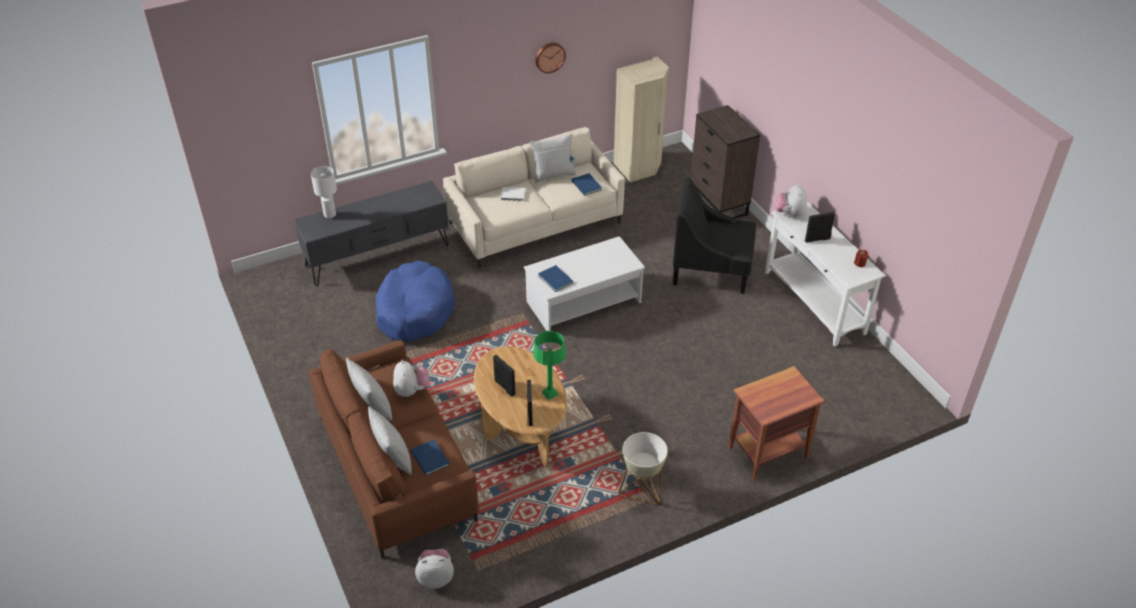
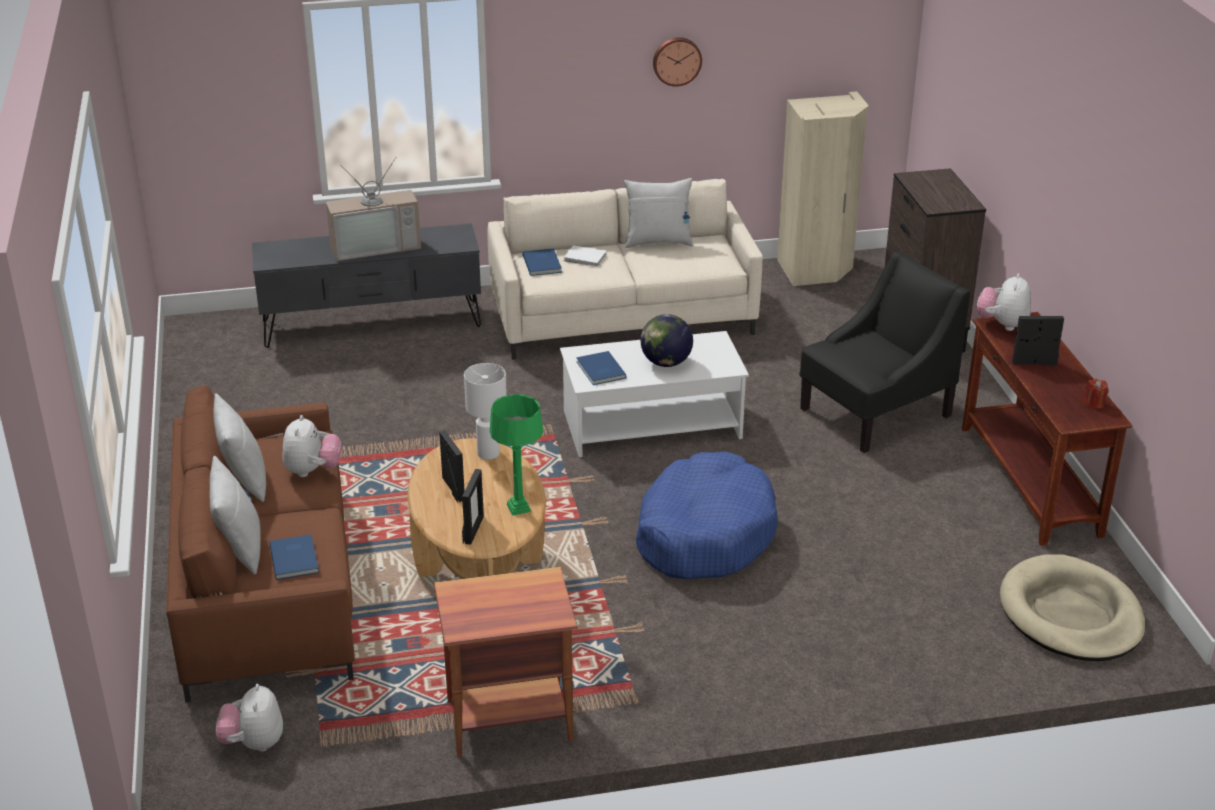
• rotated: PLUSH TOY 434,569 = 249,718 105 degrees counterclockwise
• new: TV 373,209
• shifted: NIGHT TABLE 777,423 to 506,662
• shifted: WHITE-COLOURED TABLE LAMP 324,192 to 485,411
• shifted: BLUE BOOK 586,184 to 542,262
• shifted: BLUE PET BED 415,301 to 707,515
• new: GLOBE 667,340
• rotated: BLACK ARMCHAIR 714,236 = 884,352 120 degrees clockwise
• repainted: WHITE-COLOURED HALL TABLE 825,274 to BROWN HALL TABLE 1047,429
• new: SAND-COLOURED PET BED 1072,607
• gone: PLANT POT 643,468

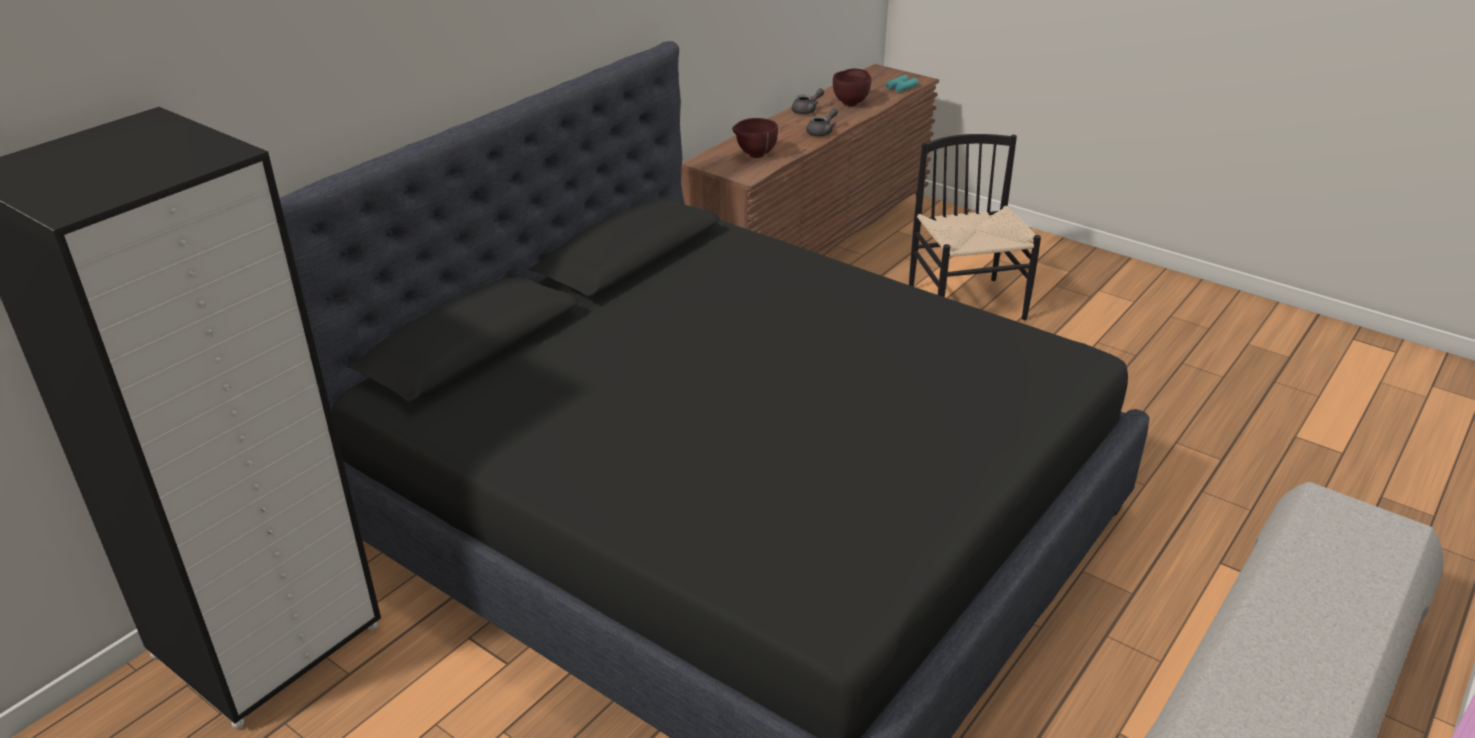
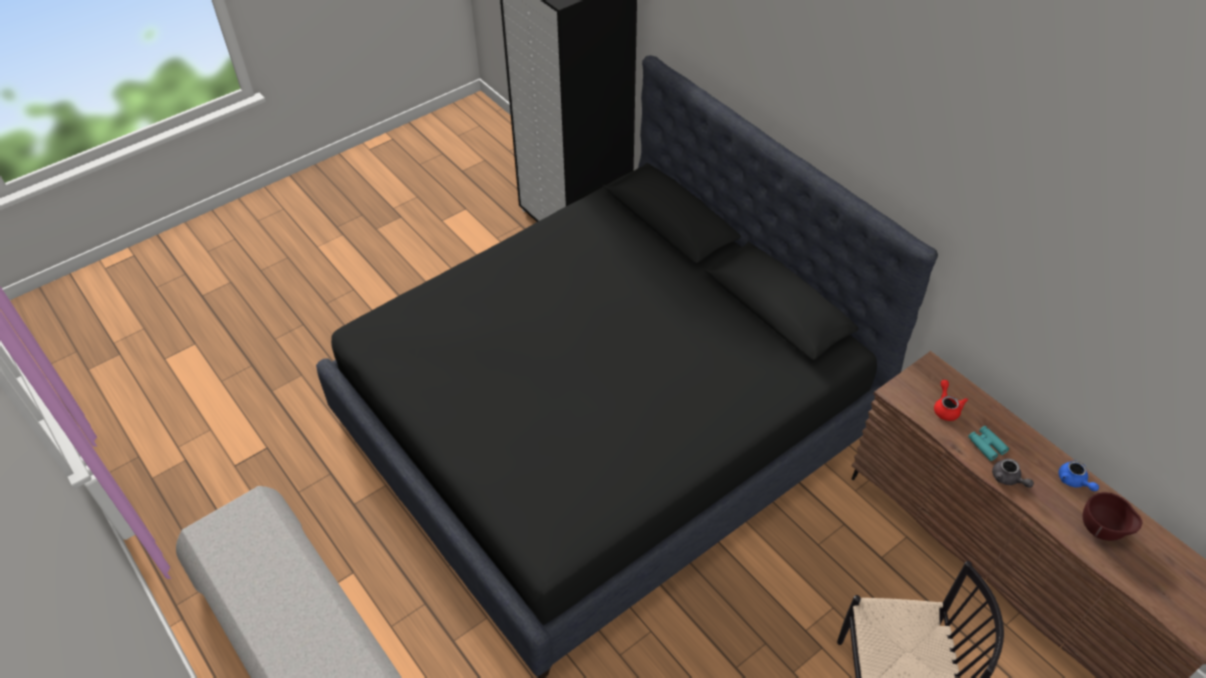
• swapped: BROWN SERVING BOWL 755,138 to RED-COLOURED TEA POT 951,400
• shifted: TURQUOISE FIELD GLASSES 902,83 to 988,443
• repainted: GRAY TEA POT 808,101 to BLUE TEA POT 1079,475

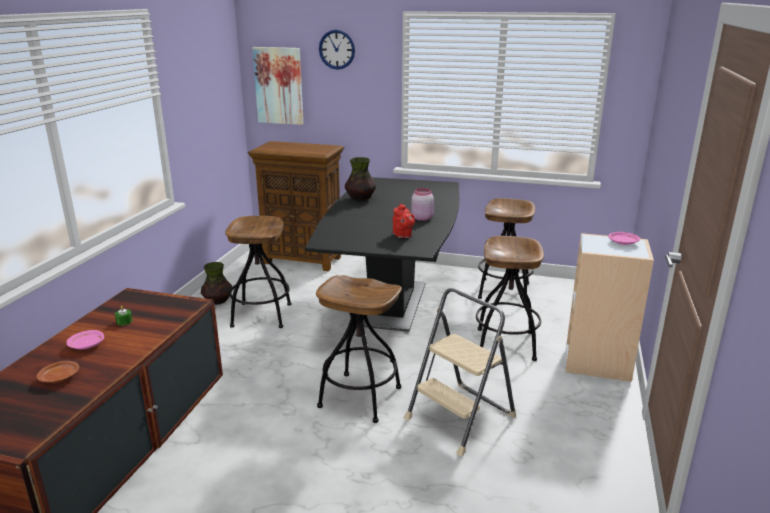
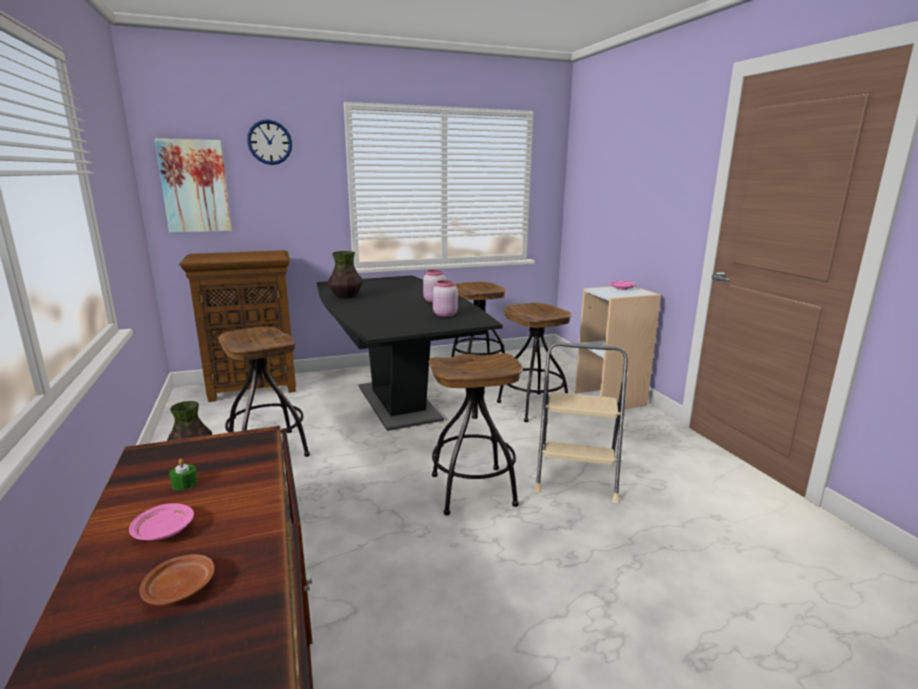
• swapped: RED-COLOURED TEA POT 404,220 to PINKISH PRESERVE JAR 445,298

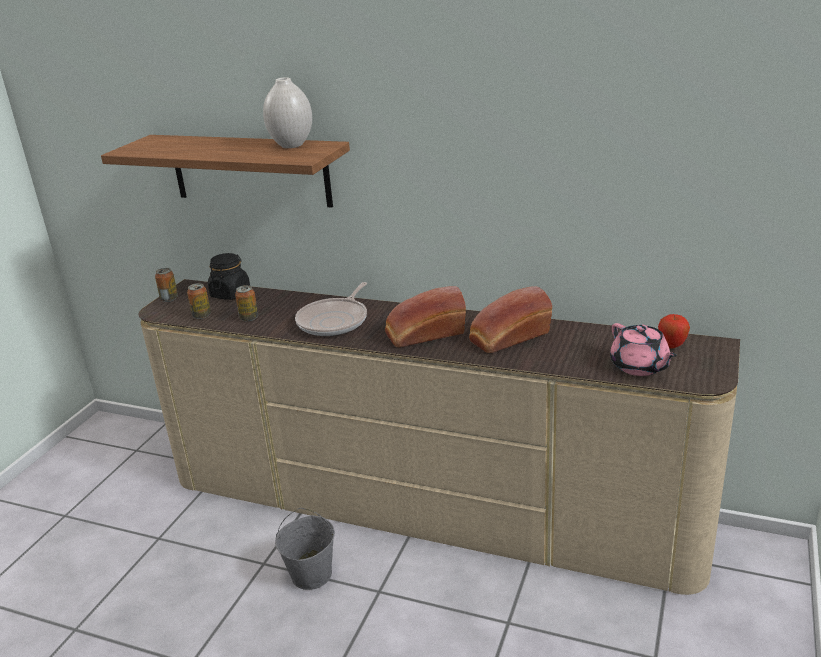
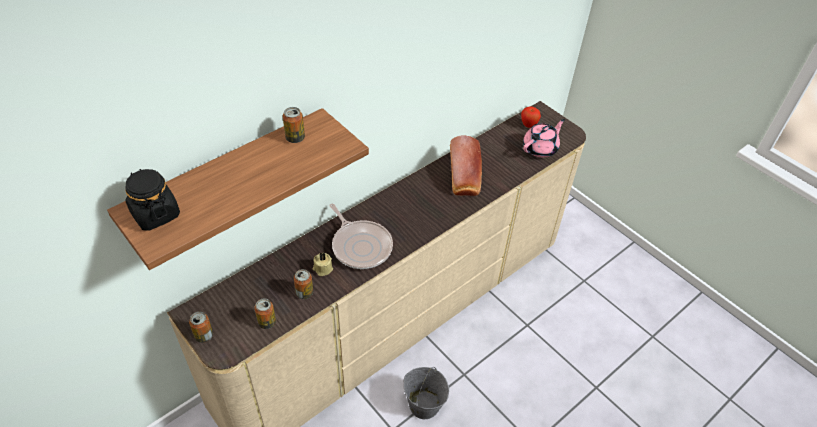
• shifted: BLACK PRESERVE JAR 229,276 to 152,200
• swapped: WHITE-COLOURED DECORATIVE VASE 287,112 to METAL CAN 294,125
• new: SAND-COLOURED WAX LIGHT 323,264
• rotated: PINKISH TEA POT 643,349 = 544,138 45 degrees counterclockwise
• gone: BAKERY BREAD 425,316

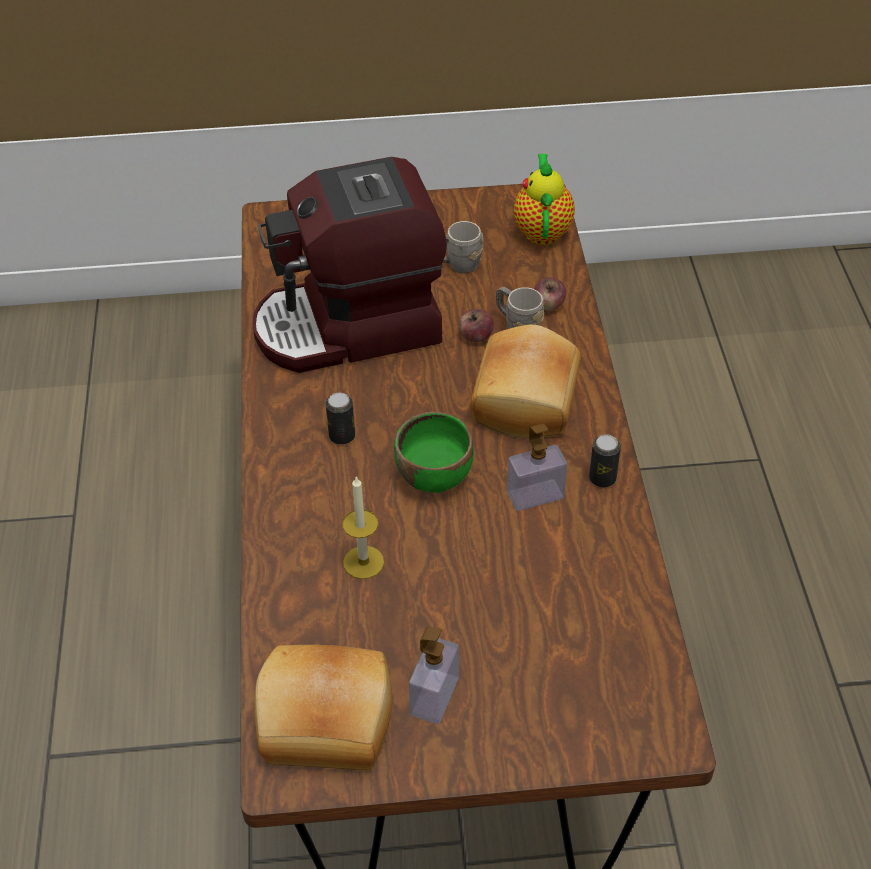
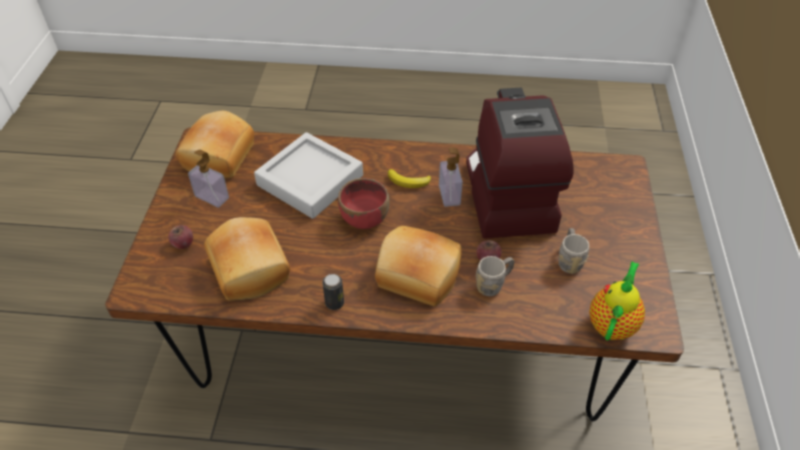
• shifted: APPLE 550,294 to 180,237
• new: BAKERY BREAD 247,259
• swapped: WAX LIGHT 363,527 to GRAY TRAY 308,175
• repainted: GREEN SERVING BOWL 434,452 to RED-COLOURED SERVING BOWL 363,203
• swapped: METAL CAN 340,419 to BANANA 409,178
• shifted: LIQUID SOAP BOTTLE 537,467 to 451,177
• rotated: TEA POT 544,199 = 617,301 75 degrees counterclockwise

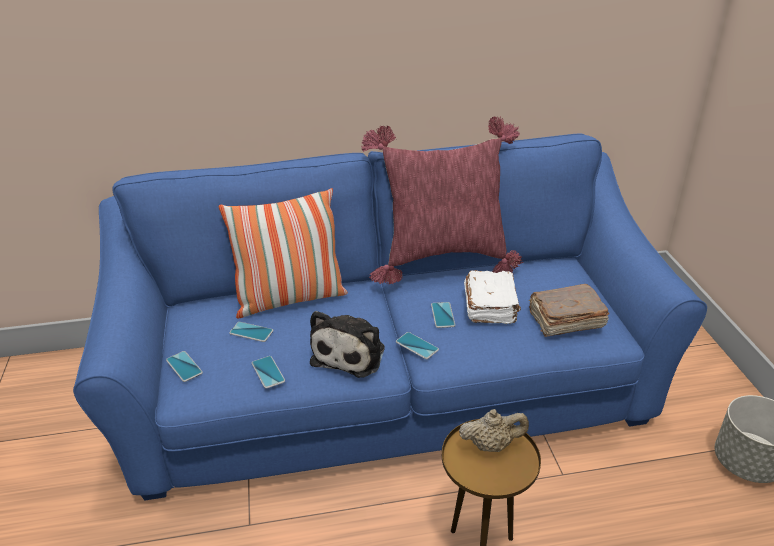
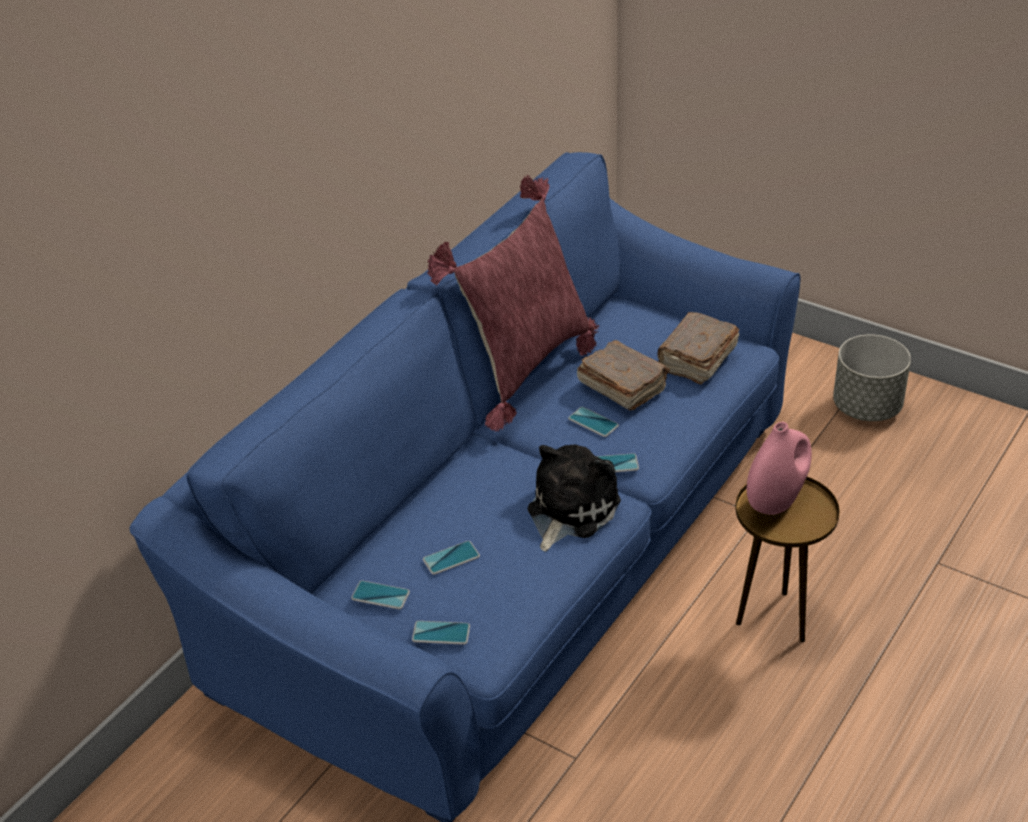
• shifted: PHONE 268,372 to 380,595
• rotated: PLUSH TOY 347,344 = 574,498 120 degrees counterclockwise
• repainted: WHITE-COLOURED BOOK 492,297 to BROWN BOOK 623,375
• swapped: SAND-COLOURED TEA POT 494,430 to PINKISH DECORATIVE VASE 779,468
• gone: PILLOW 283,253

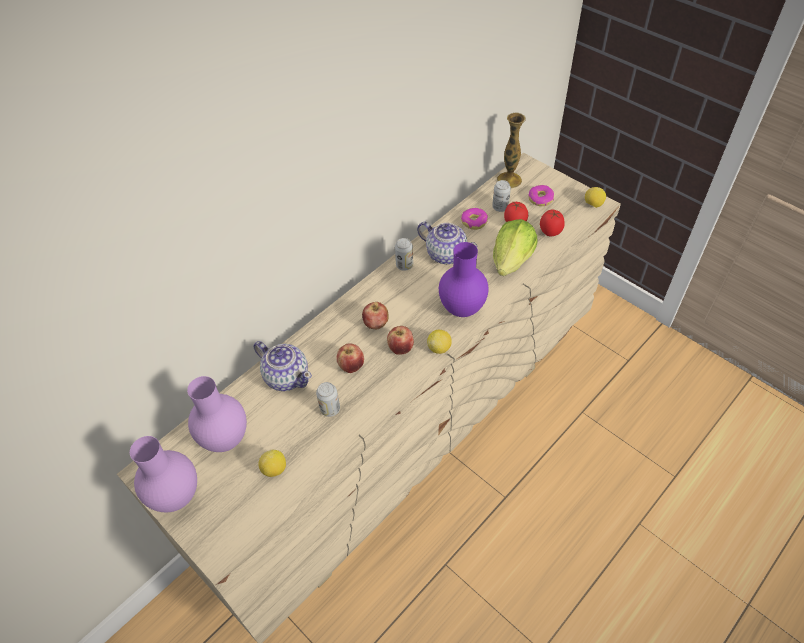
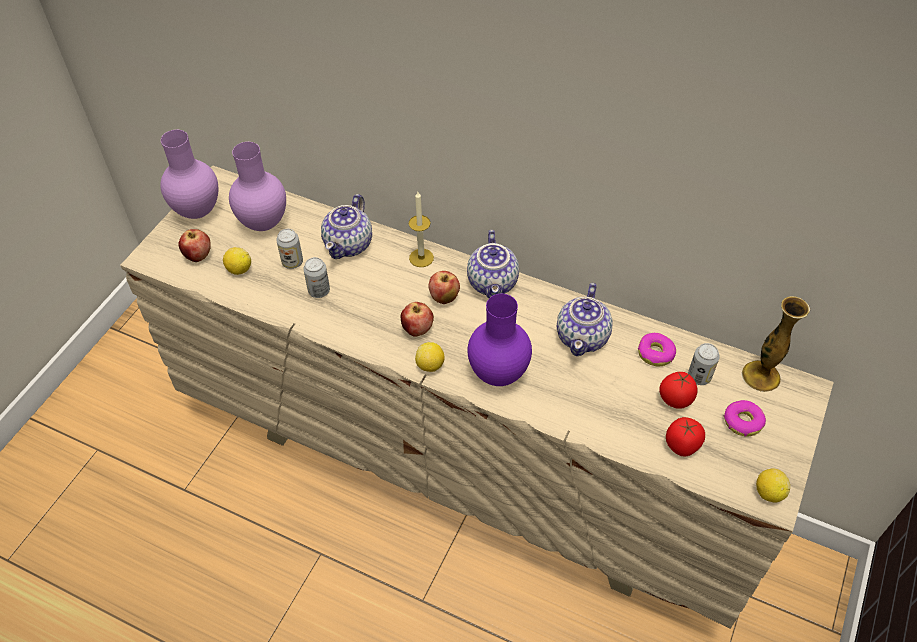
• shifted: APPLE 350,358 to 194,245
• shifted: METAL CAN 404,254 to 289,249
• new: WAX LIGHT 421,229
• new: TEA POT 493,264
• gone: LETTUCE 515,247

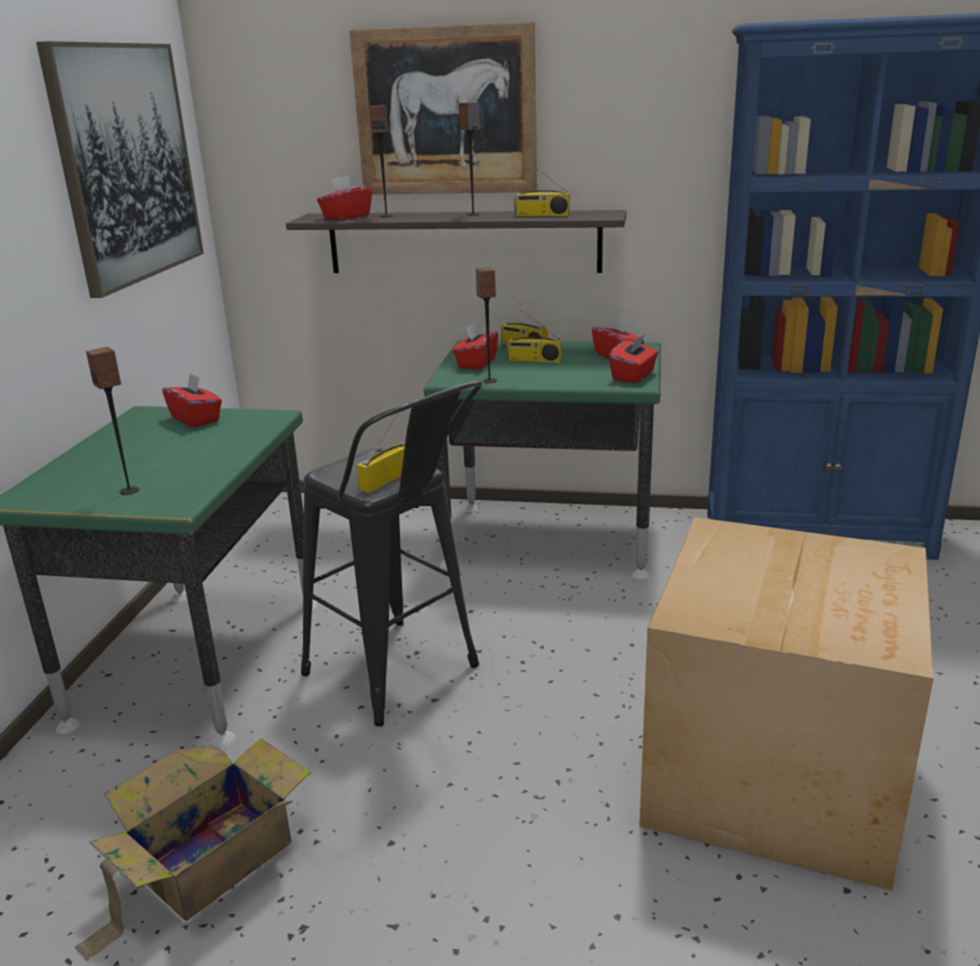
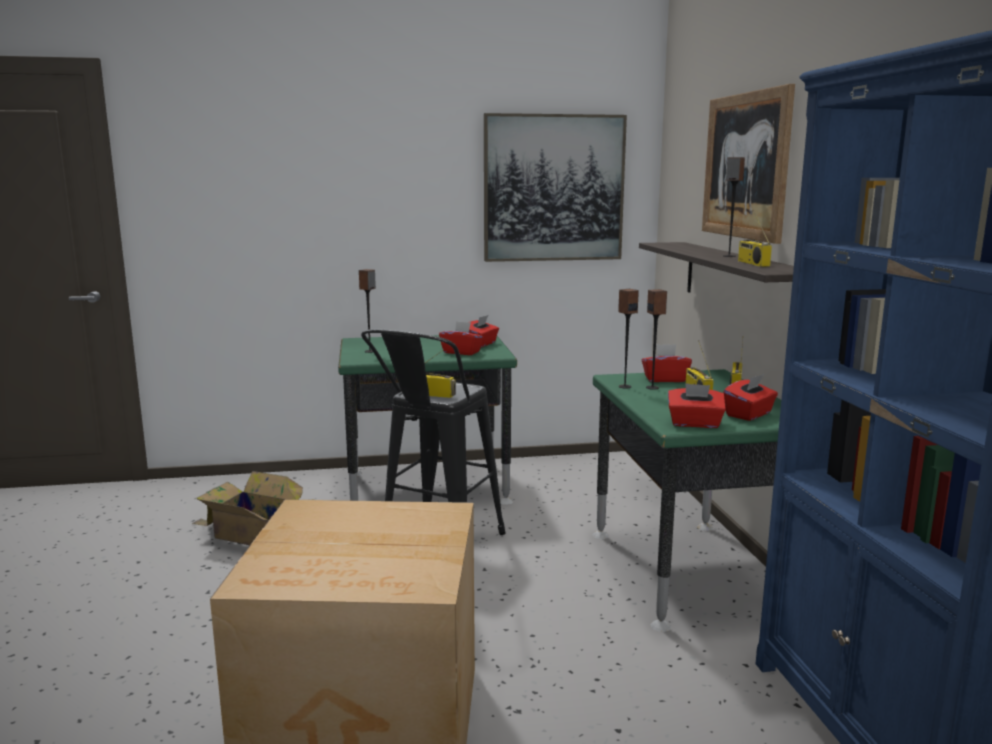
• shifted: RED-COLOURED TISSUE BOX 344,198 to 461,338
• shifted: LOUDSPEAKER 381,161 to 656,339

